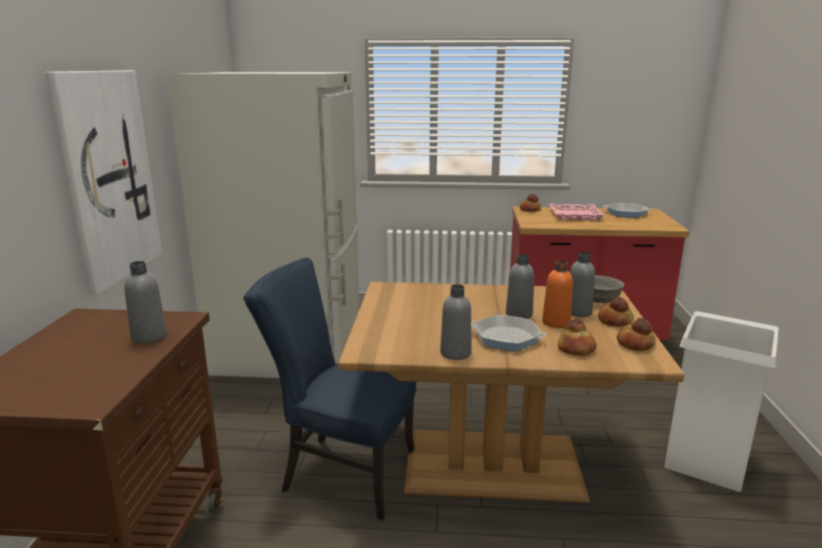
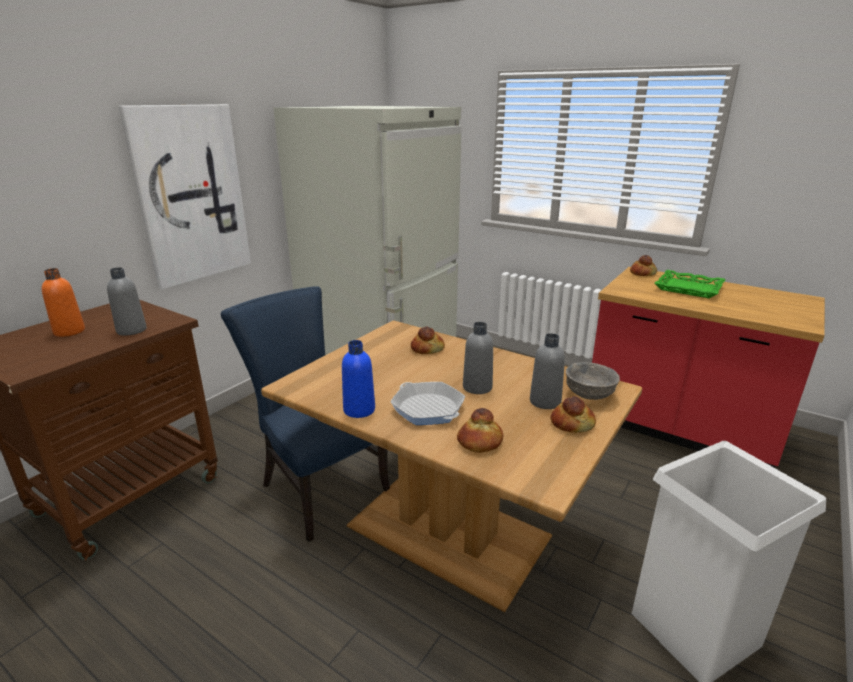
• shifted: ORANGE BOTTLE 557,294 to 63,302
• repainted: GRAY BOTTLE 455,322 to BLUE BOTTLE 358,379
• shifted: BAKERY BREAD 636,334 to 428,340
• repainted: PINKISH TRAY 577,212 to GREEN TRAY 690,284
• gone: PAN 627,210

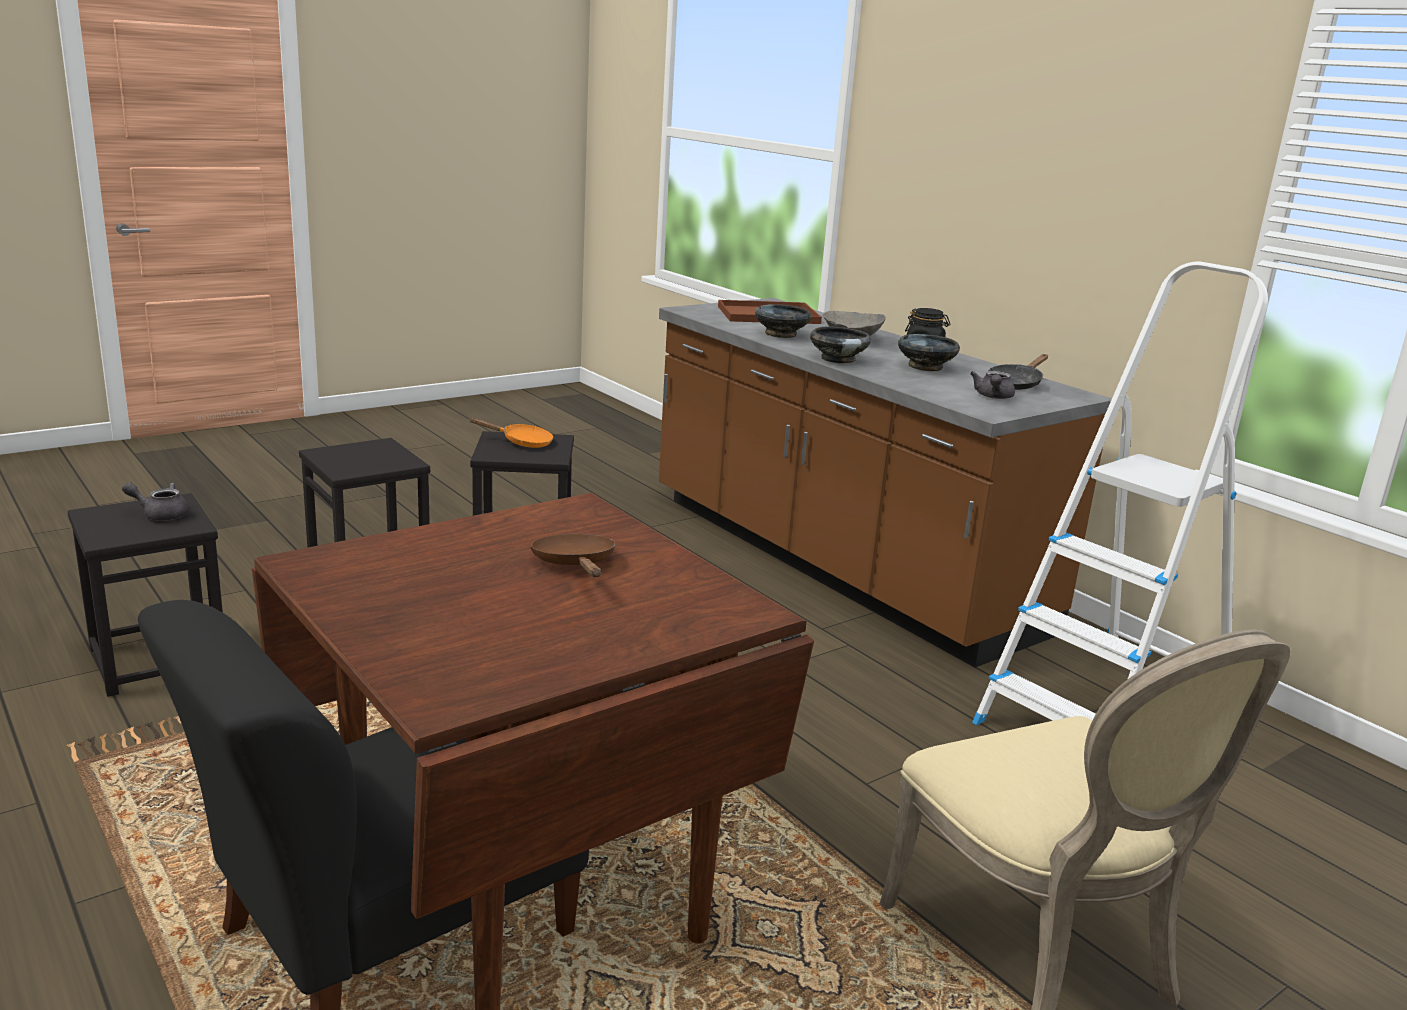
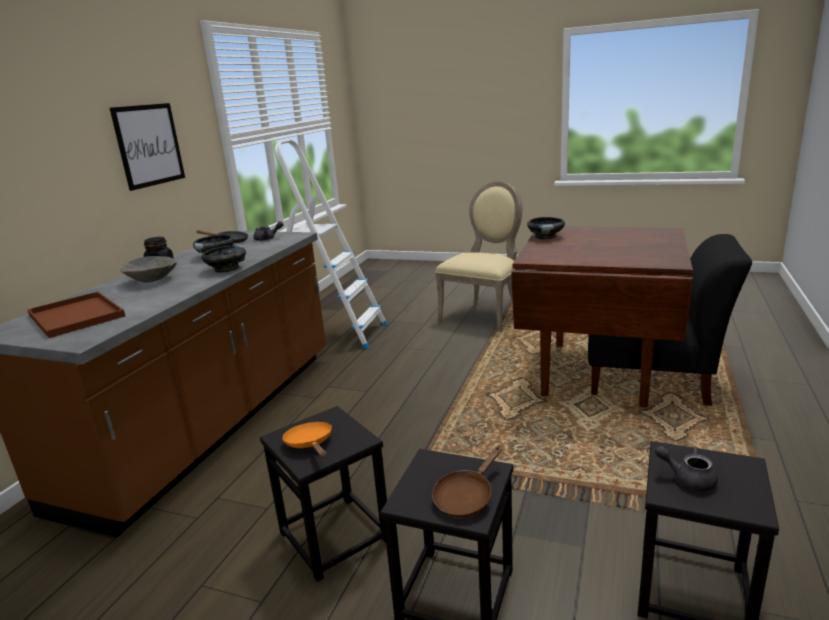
• new: WALL PICTURE 147,147
• shifted: BROWN PAN 573,555 to 467,482
• shifted: BLACK SERVING BOWL 783,321 to 546,228
• rotated: GRAY TEA POT 155,501 = 686,468 150 degrees clockwise

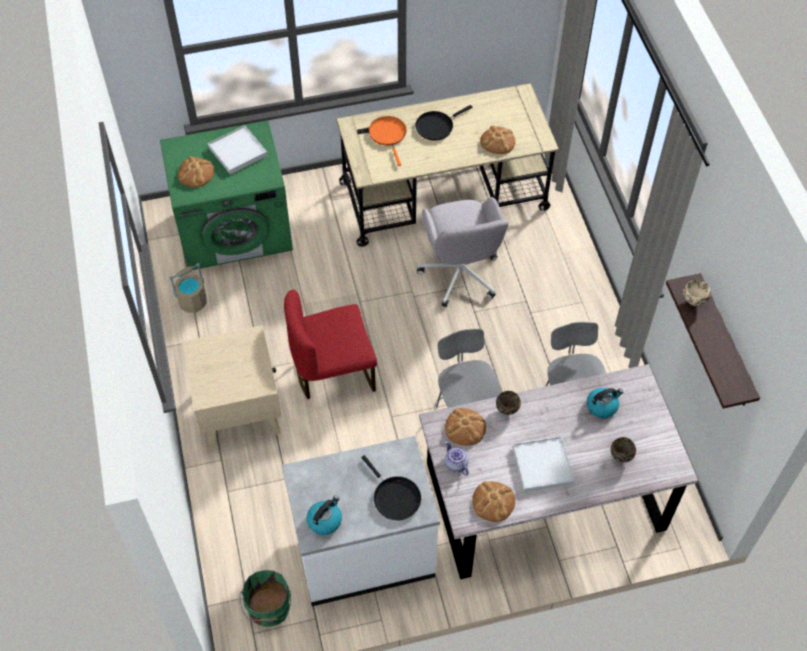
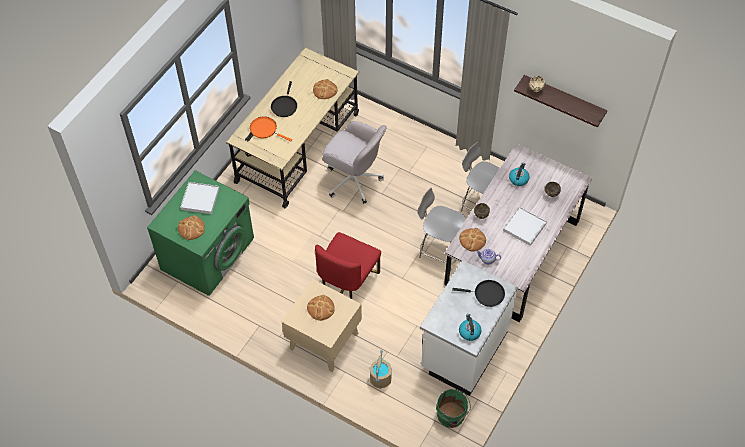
• shifted: BAKERY BREAD 493,501 to 321,307
• shifted: SAND-COLOURED WATER BUCKET 188,288 to 381,369

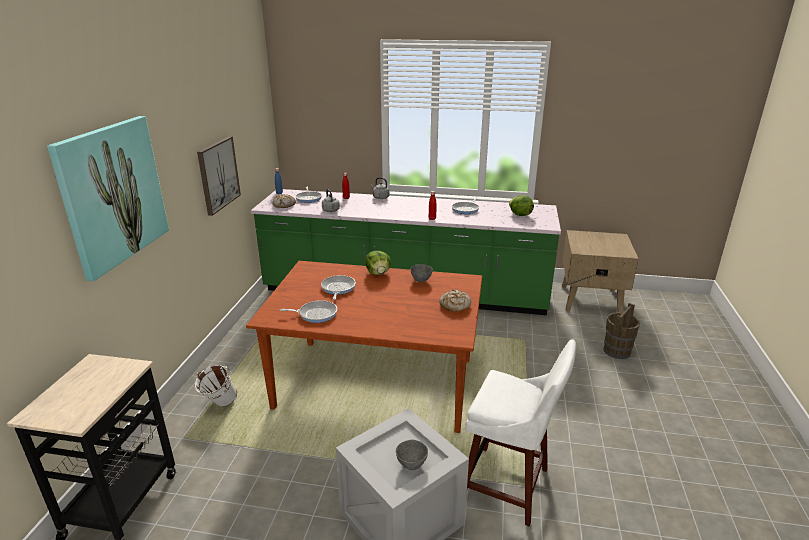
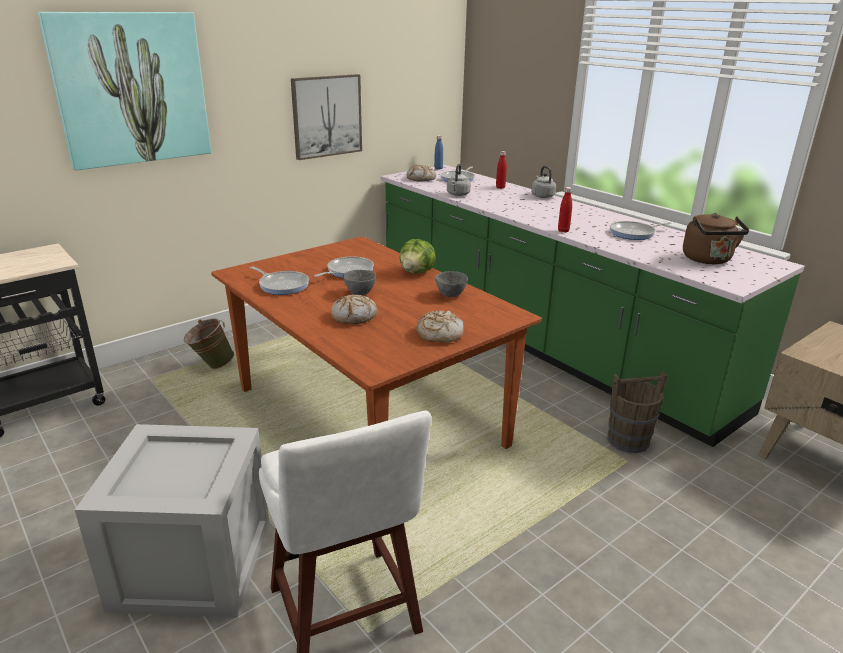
• repainted: WHITE-COLOURED WATER BUCKET 216,386 to GREEN WATER BUCKET 209,343
• new: BAKERY BREAD 354,309
• shifted: GRAY SERVING BOWL 412,455 to 359,282
• shifted: BROWN WATER BUCKET 621,331 to 637,412
• swapped: LETTUCE 521,205 to BROWN WATER KETTLE 716,238

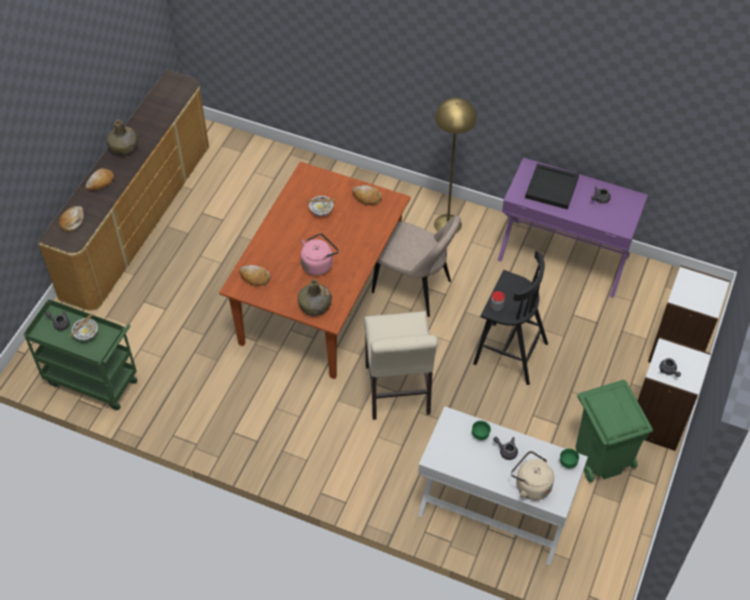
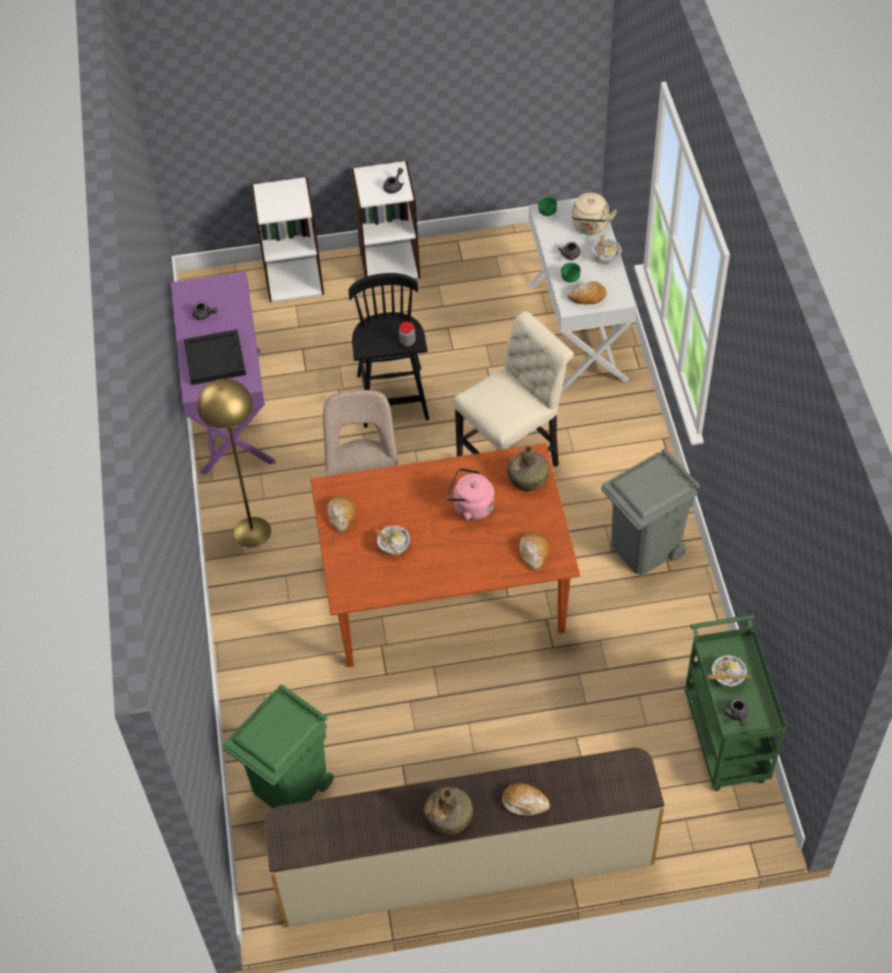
• shifted: GREEN TRASH CAN 614,431 to 278,746
• shifted: BAKERY BREAD 71,219 to 587,292
• new: SERVING BOWL 607,249
• new: GRAY TRASH CAN 650,512

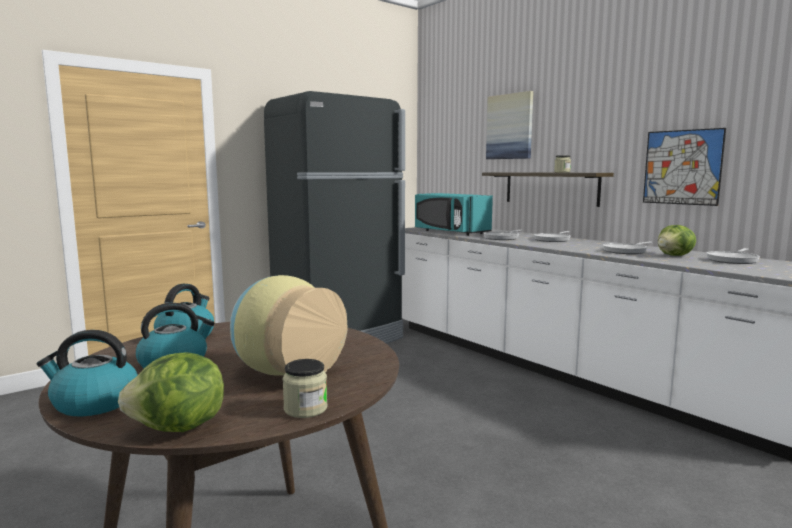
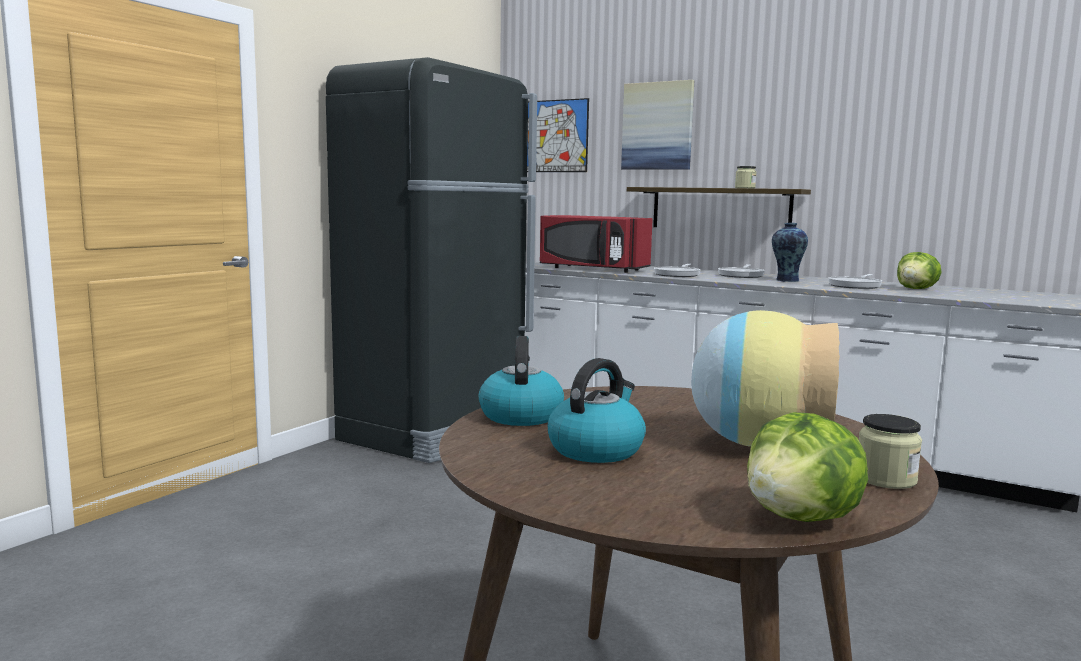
• shifted: WALL PICTURE 684,167 to 558,135
• repainted: TURQUOISE MICROWAVE OVEN 454,214 to RED-COLOURED MICROWAVE OVEN 596,244
• new: DECORATIVE VASE 790,252
• gone: WATER KETTLE 87,373
• gone: PAN 733,256

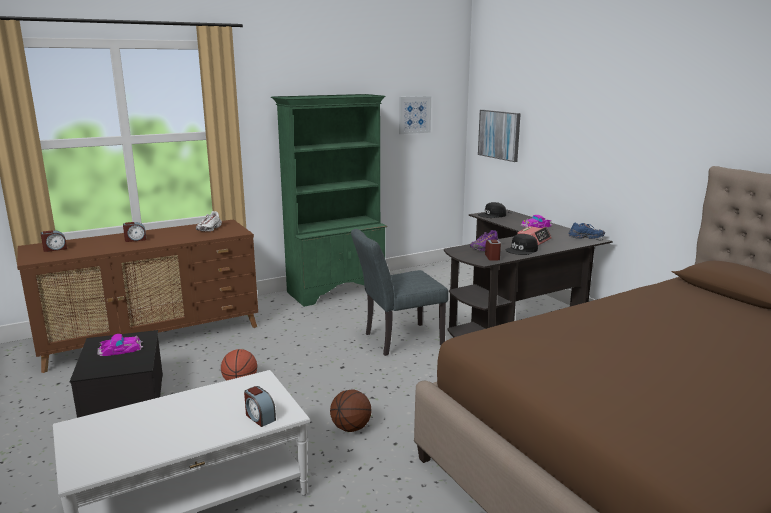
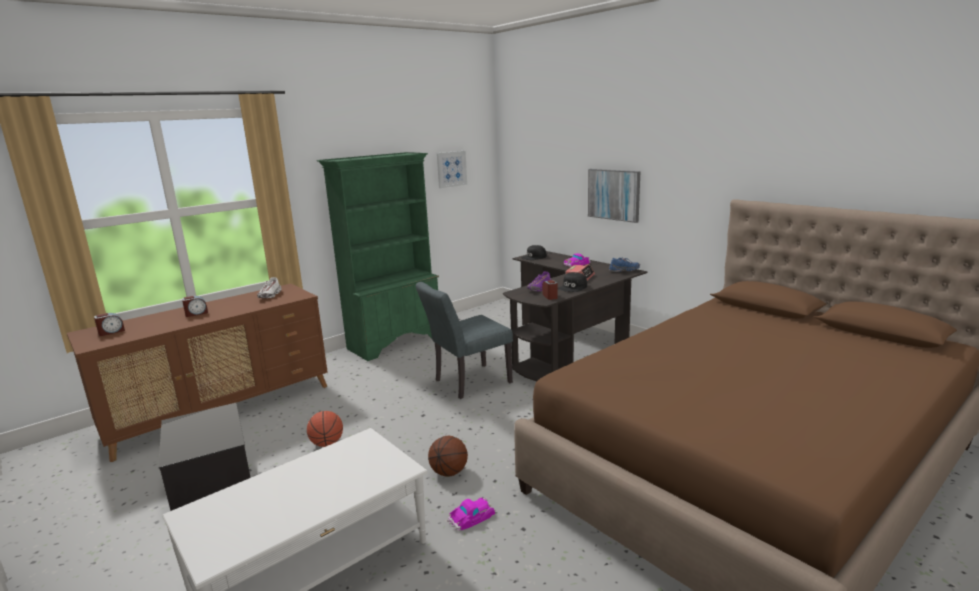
• shifted: MODEL CAR 120,345 to 471,514
• shifted: WALL PICTURE 499,136 to 614,196
• gone: ALARM CLOCK 260,406

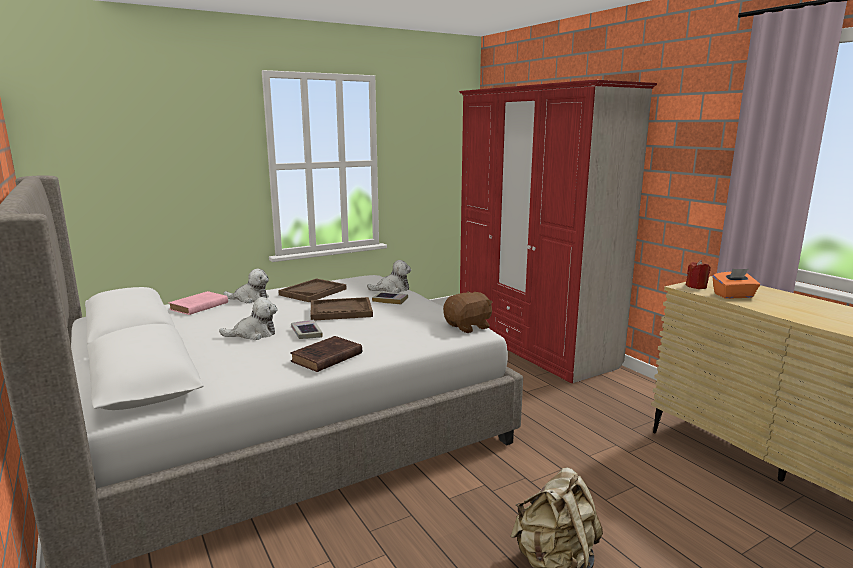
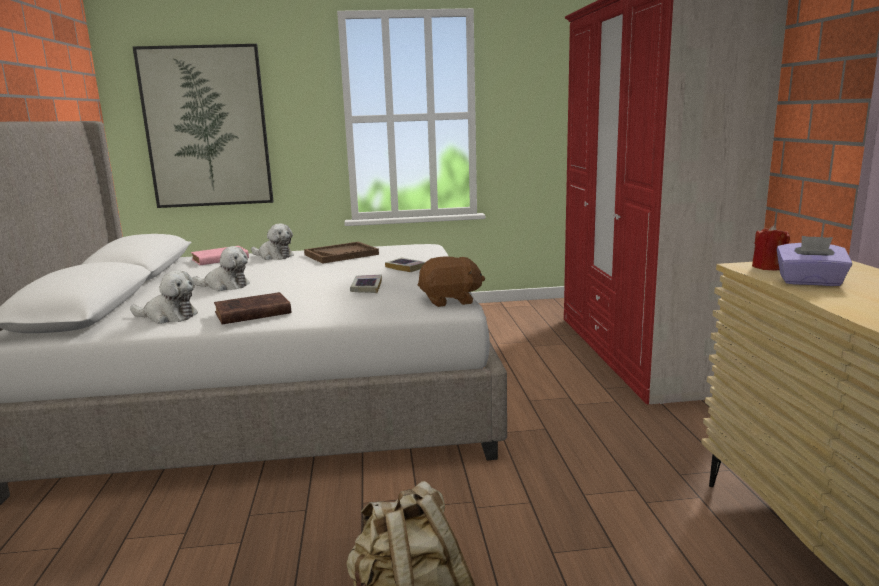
• shifted: PLUSH TOY 389,276 to 164,297
• new: WALL PICTURE 203,126
• shifted: BOOK 307,329 to 366,284
• repainted: ORANGE TISSUE BOX 736,284 to PURPLISH TISSUE BOX 814,261
• gone: BROWN TRAY 342,309

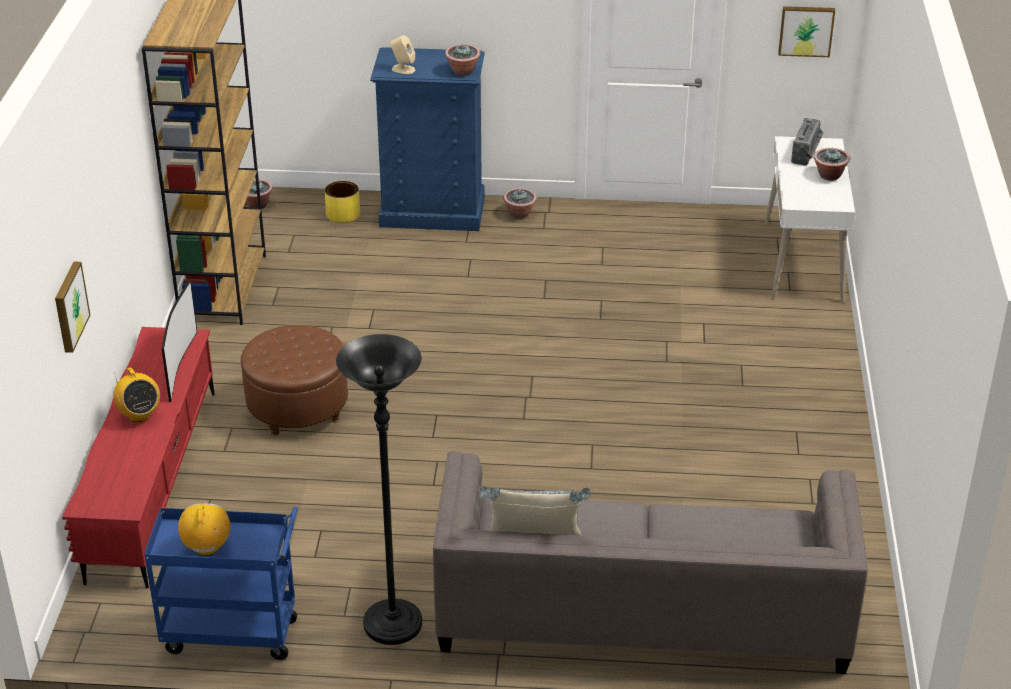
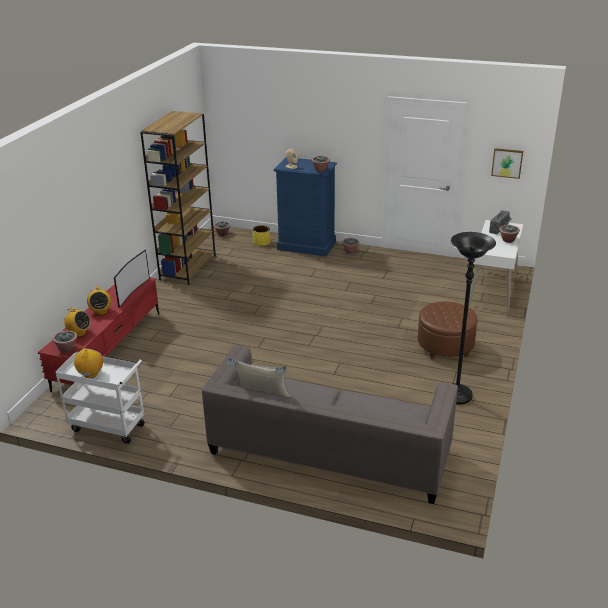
• new: PLANT IN A POT 65,342
• repainted: BLUE TROLLEY 221,583 to WHITE-COLOURED TROLLEY 100,398
• new: RADIO RECEIVER 76,322
• shifted: BROWN OTTOMAN 294,380 to 448,331
• shifted: BLACK FLOOR LAMP 379,489 to 473,318
• gone: WALL PICTURE 72,307

